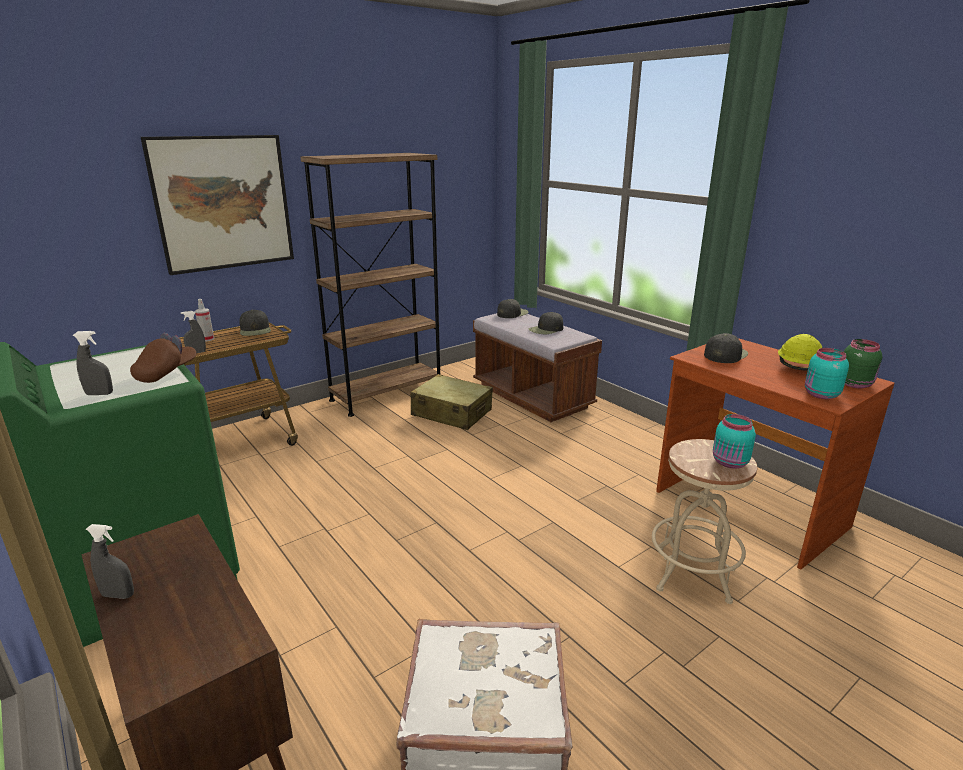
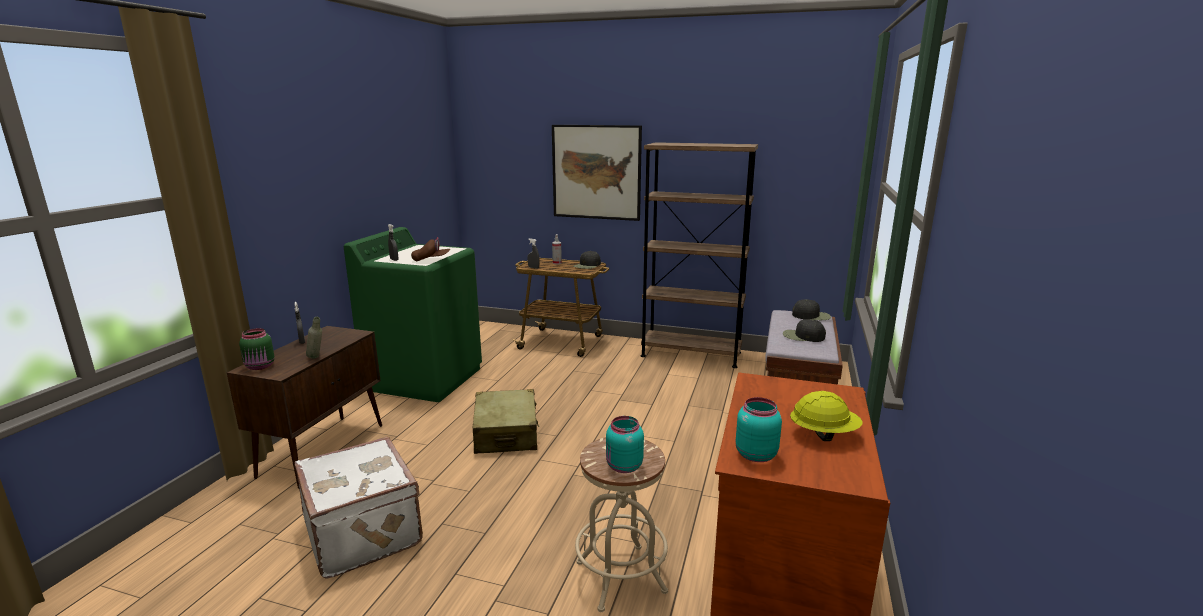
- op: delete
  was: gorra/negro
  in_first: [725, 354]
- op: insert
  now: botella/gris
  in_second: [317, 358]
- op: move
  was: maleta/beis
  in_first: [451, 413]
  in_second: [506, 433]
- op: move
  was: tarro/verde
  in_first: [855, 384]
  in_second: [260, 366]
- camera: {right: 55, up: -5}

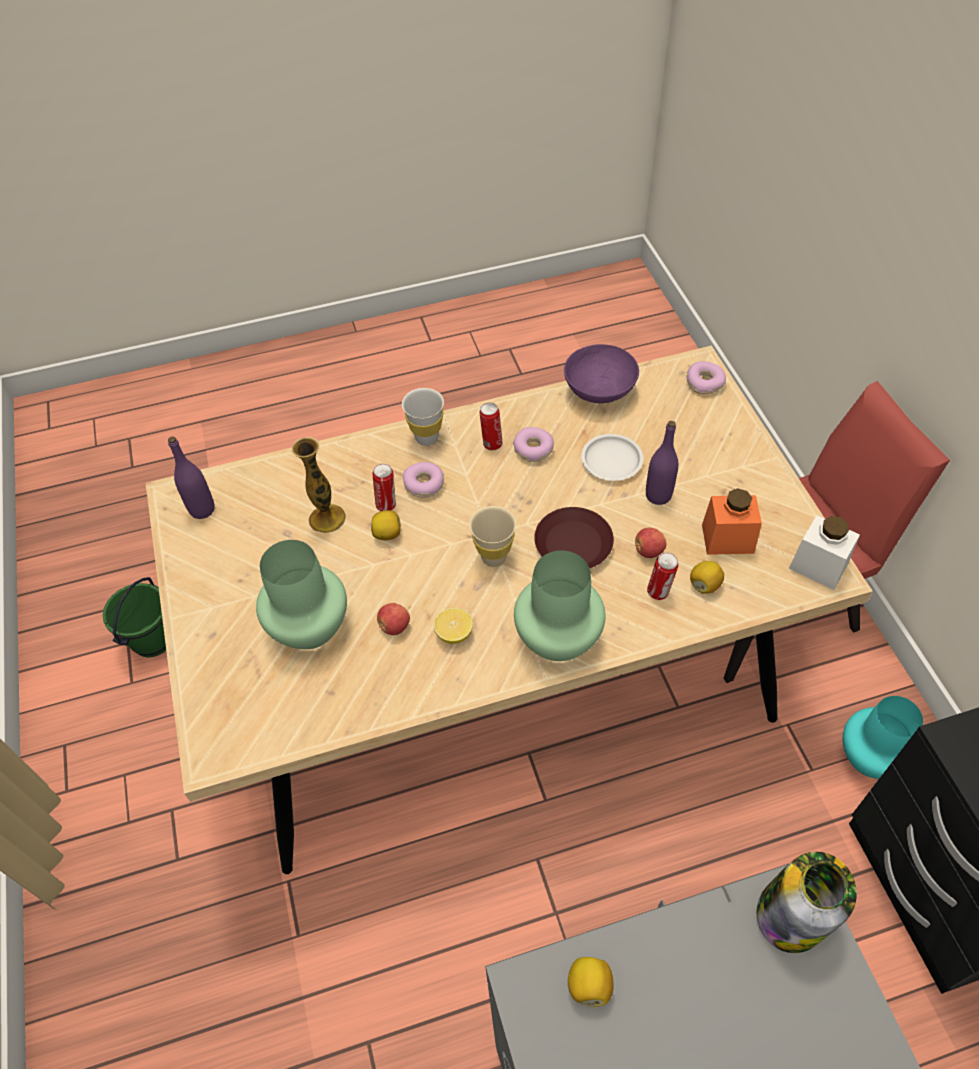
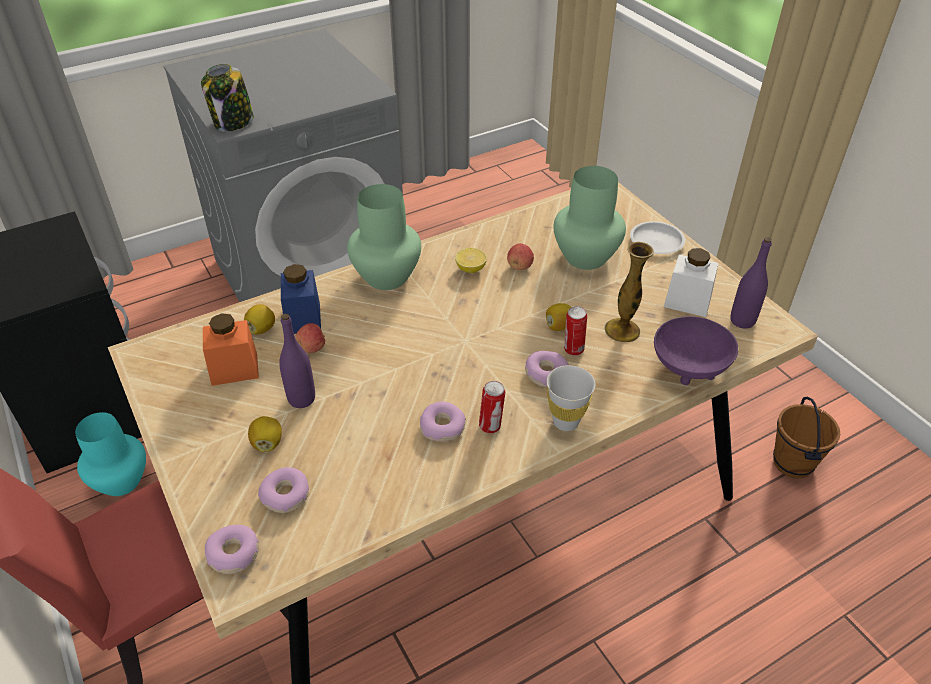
- op: delete
  was: taza/beis
  in_first: [494, 557]
- op: delete
  was: plato/marrón
  in_first: [574, 544]
- op: insert
  now: rosquilla
  in_second: [286, 495]
- op: move
  was: cuenco/morado
  in_first: [598, 393]
  in_second: [689, 367]
- op: move
  was: limón
  in_first: [589, 986]
  in_second: [267, 443]
- op: move
  was: plato/blanco
  in_first: [612, 460]
  in_second: [656, 241]
- op: move
  was: tarro/blanco
  in_first: [818, 566]
  in_second: [687, 301]
- op: replace
  was: lata
  now: tarro/azul
  in_first: [659, 592]
  in_second: [303, 318]
- op: recolor
  was: cubo/verde
  now: cubo/marrón
  in_first: [152, 640]
  in_second: [793, 463]
- camera: {right: 165, up: -10}

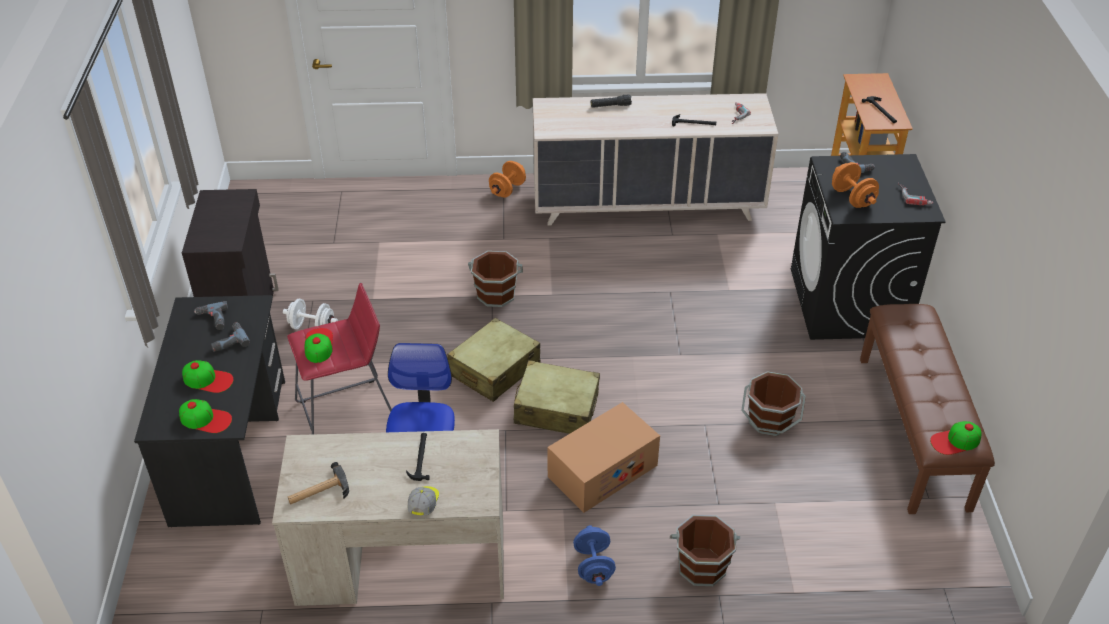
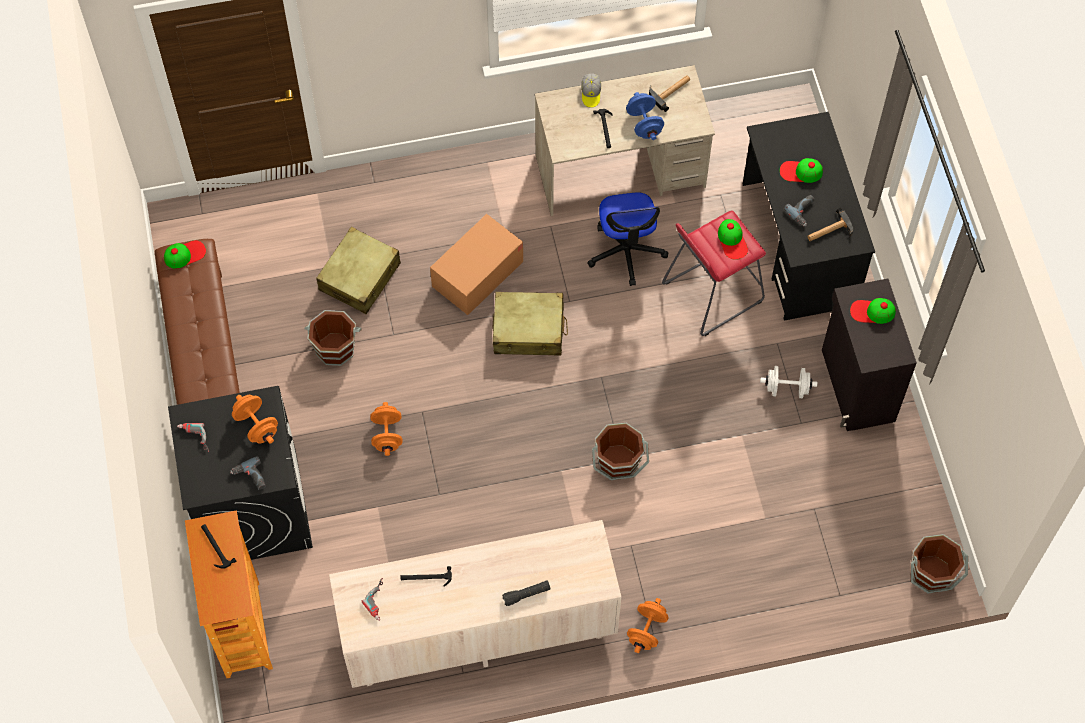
- op: insert
  now: mancuerna/naranja
  in_second: [387, 435]
- op: move
  was: gorra
  in_first: [205, 419]
  in_second: [872, 312]
- op: move
  was: maleta/beis
  in_first: [494, 370]
  in_second: [360, 277]
- op: move
  was: mancuerna/azul
  in_first: [593, 566]
  in_second: [644, 124]
- op: move
  was: cubo/marrón
  in_first: [701, 565]
  in_second: [932, 574]
- op: replace
  was: taladro
  now: martillo
  in_first: [212, 320]
  in_second: [828, 231]
- camera: {right: 170, up: 20}

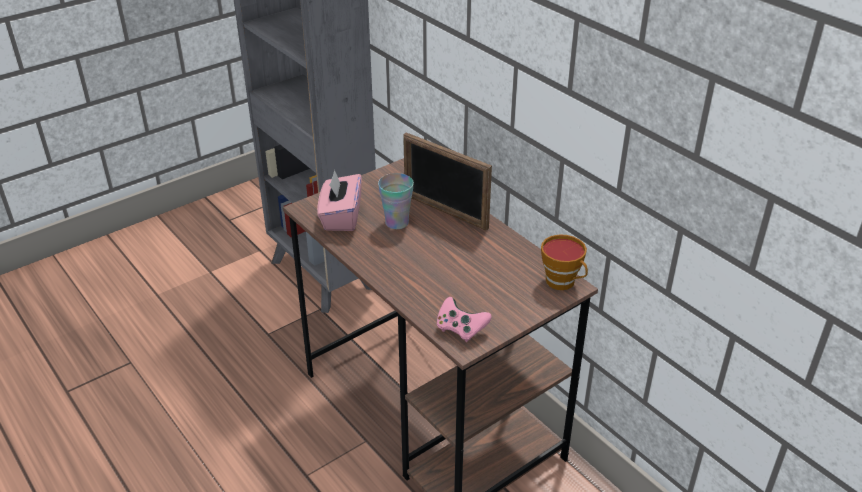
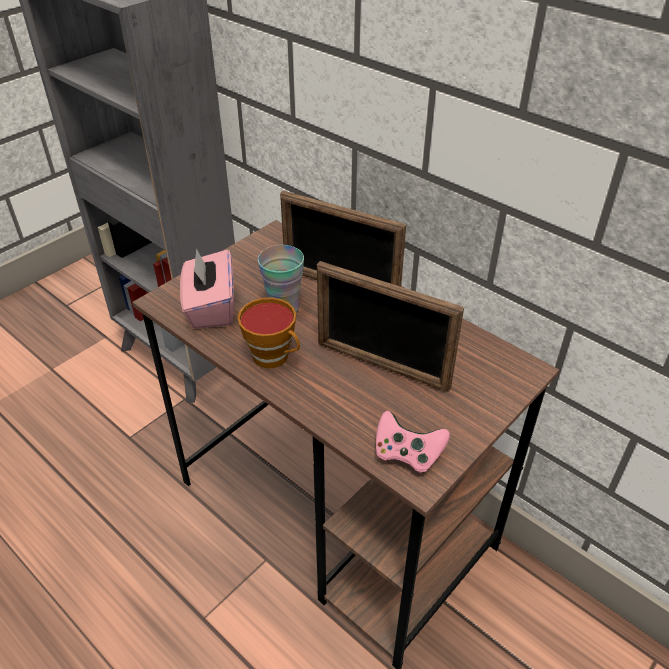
- op: insert
  now: portarretratos
  in_second: [382, 366]
- op: move
  was: taza
  in_first: [563, 282]
  in_second: [274, 357]
- camera: {right: -10, up: 5}

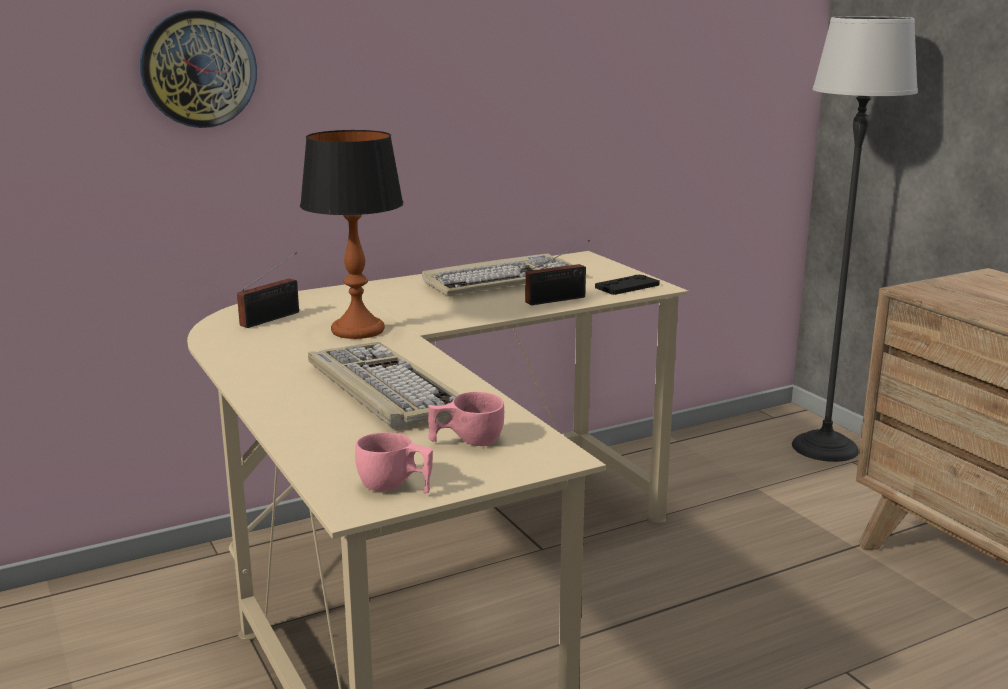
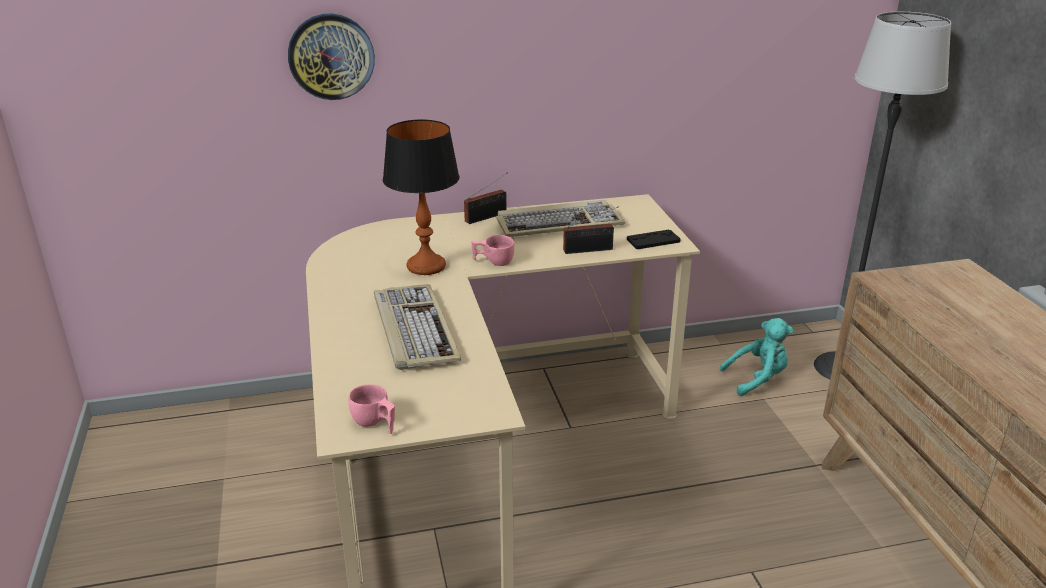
- op: insert
  now: peluche/turquesa
  in_second: [757, 379]
- op: move
  was: radio
  in_first: [273, 318]
  in_second: [488, 217]
- op: move
  was: taza/rosa
  in_first: [466, 441]
  in_second: [493, 262]
- camera: {right: 15, up: 10}

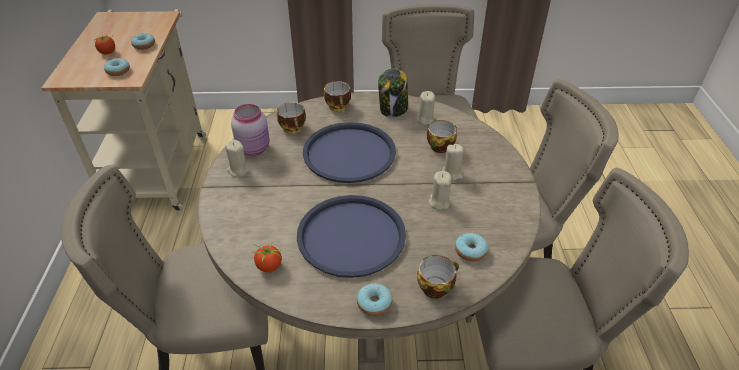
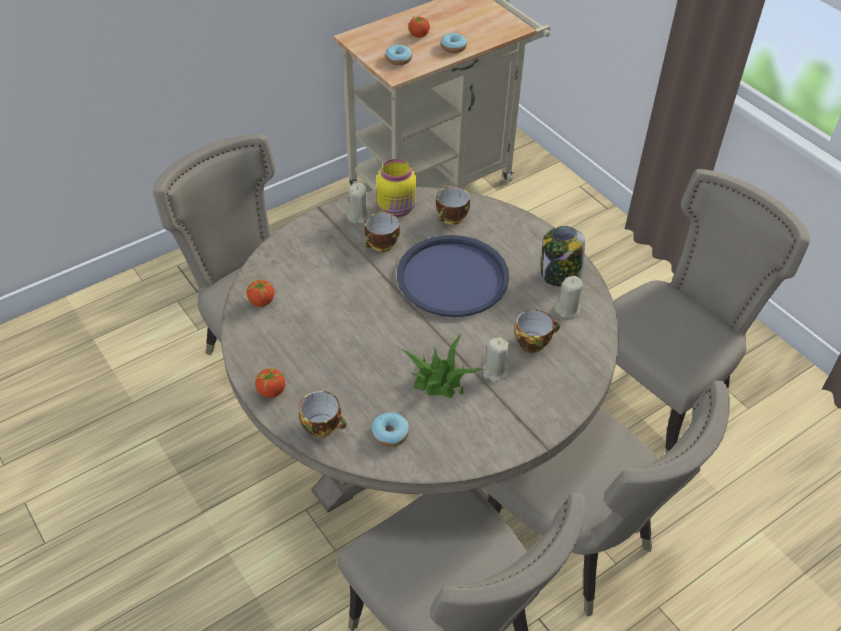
- op: delete
  was: bandeja/azul
  in_first: [351, 236]
- op: move
  was: taza
  in_first: [339, 106]
  in_second: [381, 245]
- op: replace
  was: rosquilla
  now: tomate
  in_first: [374, 303]
  in_second: [272, 391]
- op: replace
  was: vela/beis
  now: planta en maceta
  in_first: [439, 202]
  in_second: [440, 380]
- op: recolor
  was: tarro/rosa
  now: tarro/amarillo
  in_first: [254, 148]
  in_second: [397, 209]
- camera: {right: 55, up: 5}

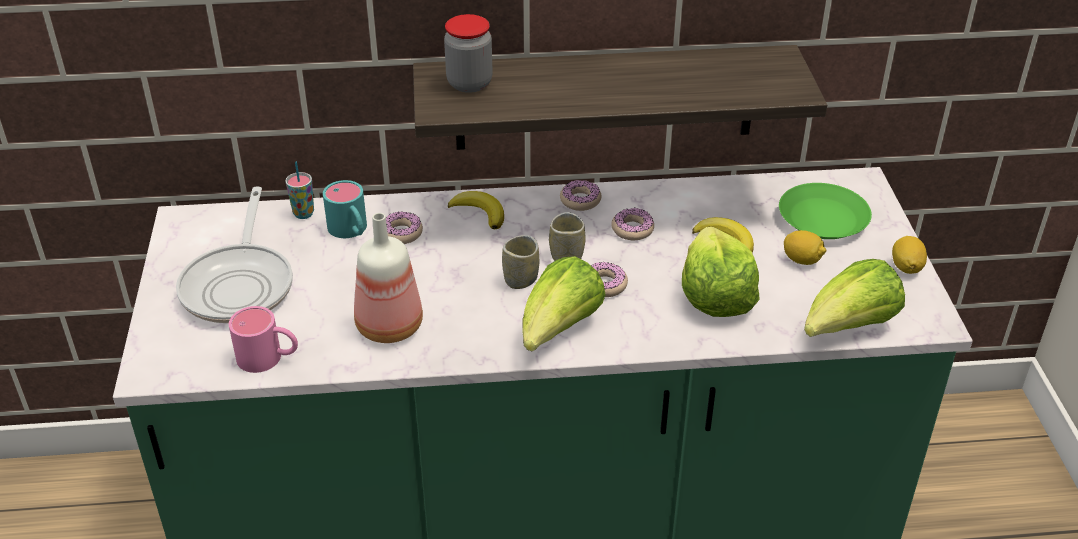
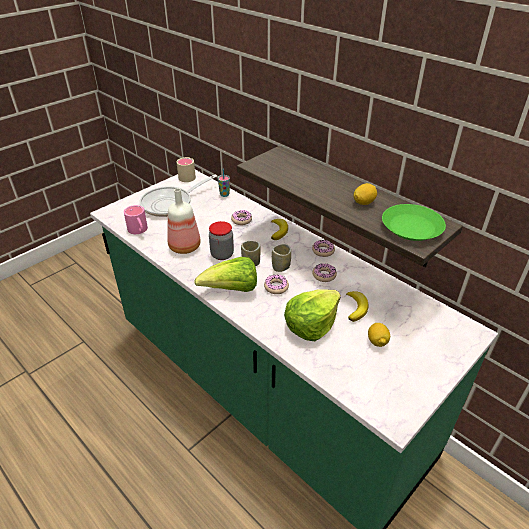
- op: delete
  was: taza grande/turquesa
  in_first: [351, 231]
- op: delete
  was: lechuga
  in_first: [849, 327]
- op: insert
  now: taza grande/beis
  in_second: [188, 175]
- op: move
  was: tarro
  in_first: [469, 83]
  in_second: [222, 254]
- op: move
  was: plato/verde
  in_first: [823, 220]
  in_second: [411, 228]
- op: move
  was: limón
  in_first: [906, 267]
  in_second: [364, 202]
- camera: {right: 50, up: 0}

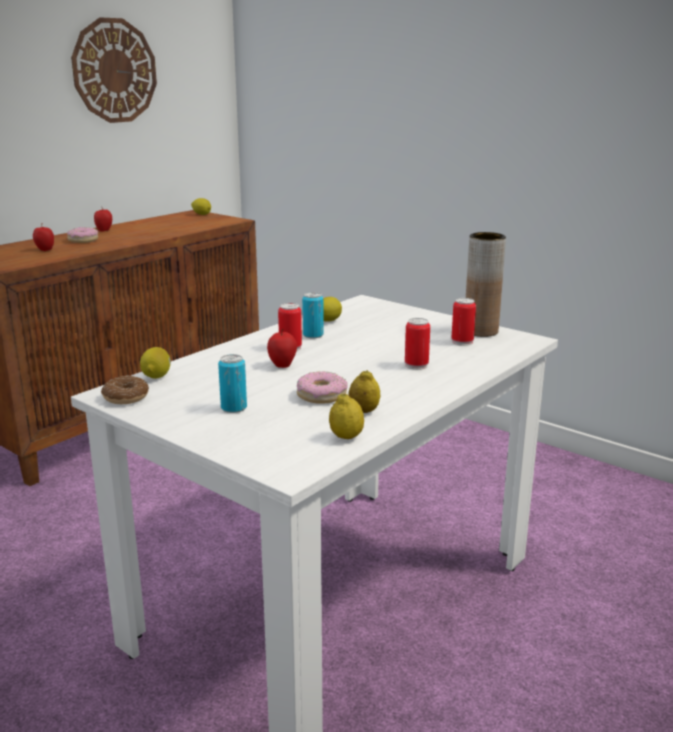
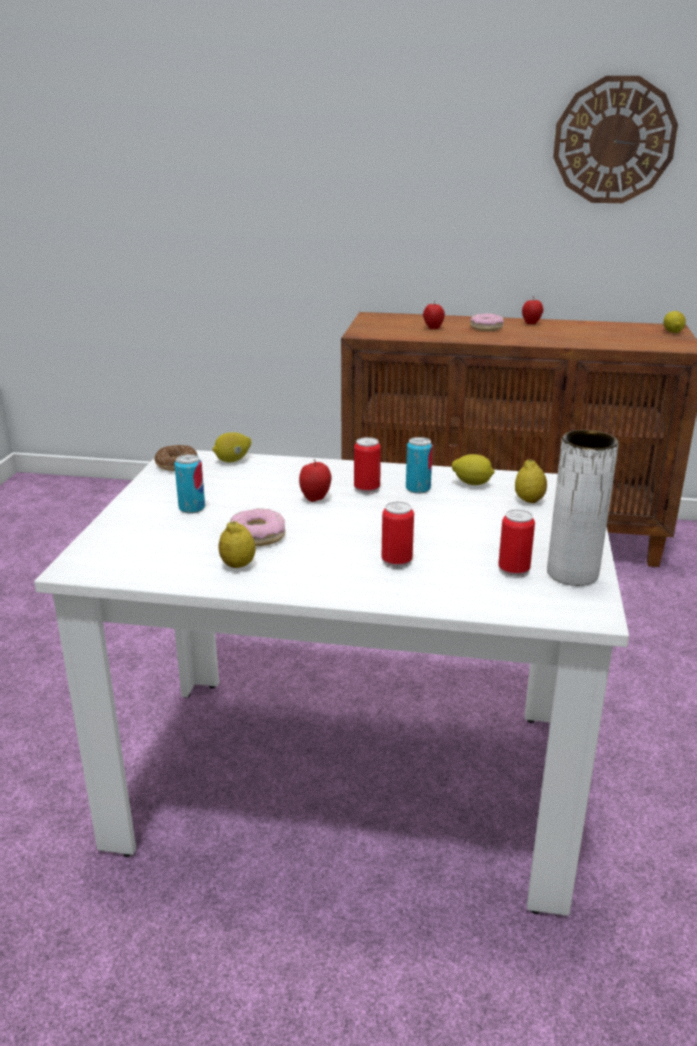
- op: move
  was: limón
  in_first: [346, 437]
  in_second: [529, 500]
- op: recolor
  was: florero/marrón
  now: florero/blanco
  in_first: [480, 331]
  in_second: [572, 573]
- camera: {right: 60, up: 5}

